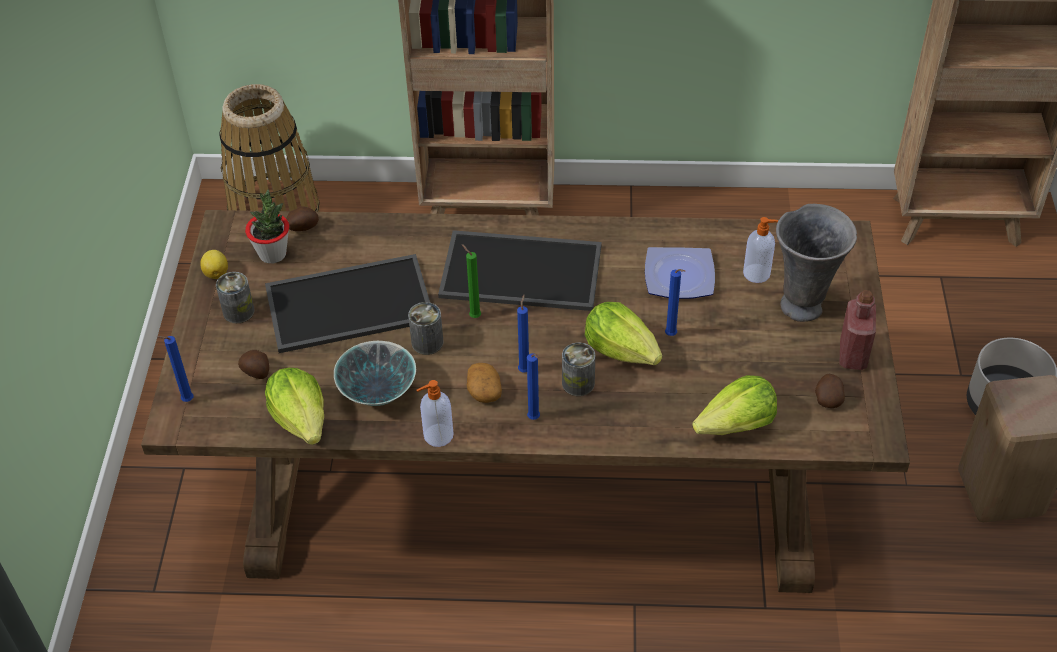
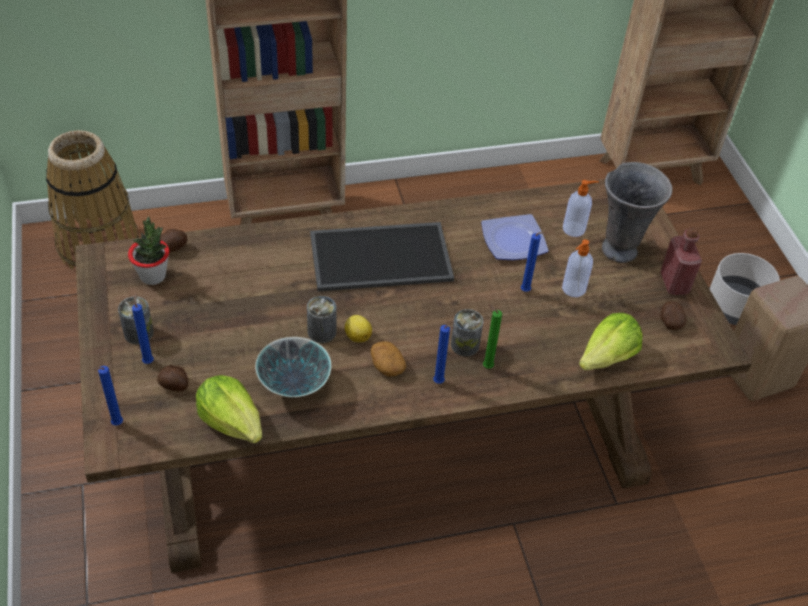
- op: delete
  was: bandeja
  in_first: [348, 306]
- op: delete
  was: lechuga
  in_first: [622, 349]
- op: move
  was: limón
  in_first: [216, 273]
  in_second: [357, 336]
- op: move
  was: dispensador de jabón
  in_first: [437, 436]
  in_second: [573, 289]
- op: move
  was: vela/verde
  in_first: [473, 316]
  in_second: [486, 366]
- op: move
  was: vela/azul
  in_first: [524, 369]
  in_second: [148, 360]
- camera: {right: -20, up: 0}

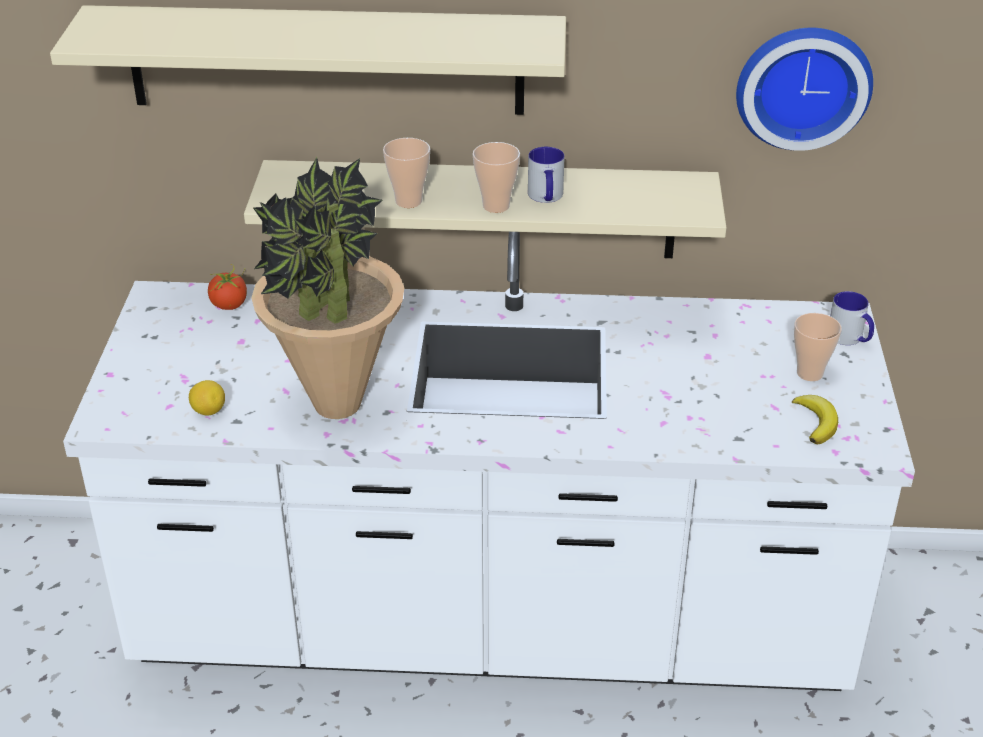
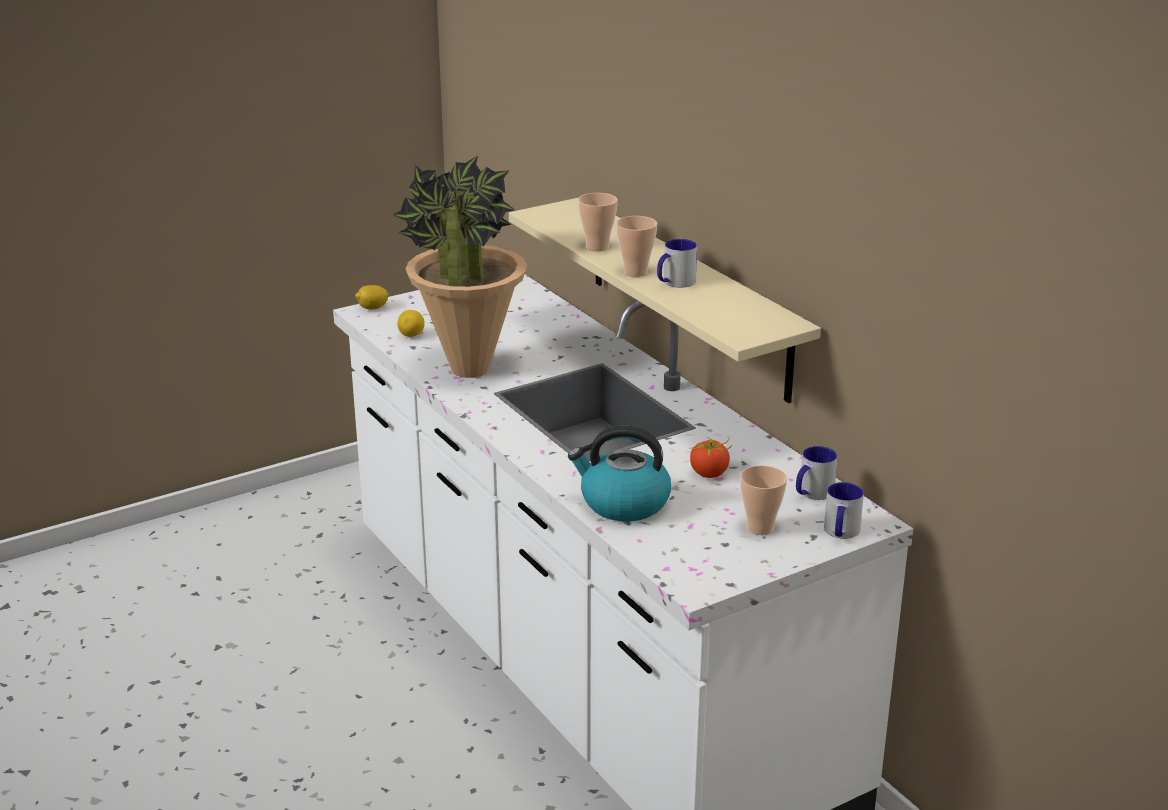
- op: delete
  was: estante/beis
  in_first: [326, 60]
- op: delete
  was: reloj de pared
  in_first: [802, 84]
- op: delete
  was: plátano
  in_first: [816, 422]
- op: insert
  now: limón
  in_second: [372, 308]
- op: insert
  now: hervidor
  in_second: [623, 503]
- op: insert
  now: taza grande
  in_second: [812, 493]
- op: move
  was: tomate
  in_first: [229, 305]
  in_second: [709, 473]
- camera: {right: 55, up: -10}

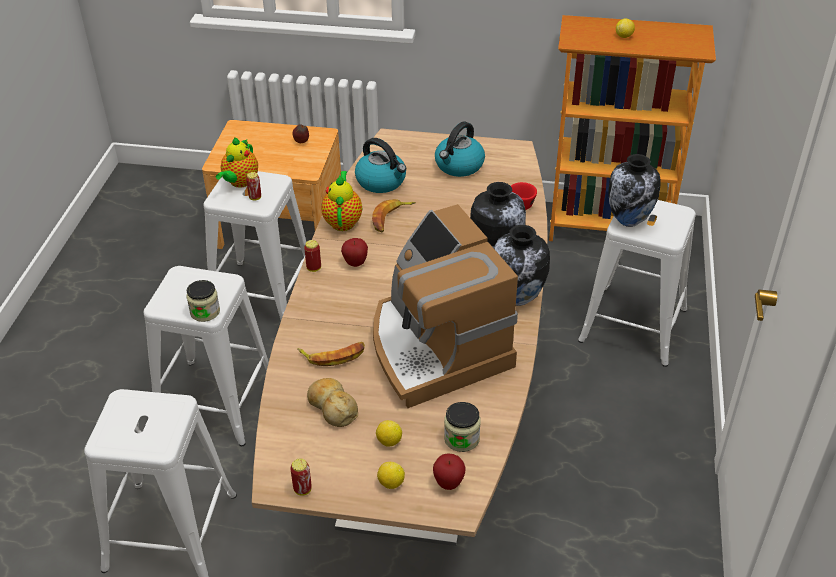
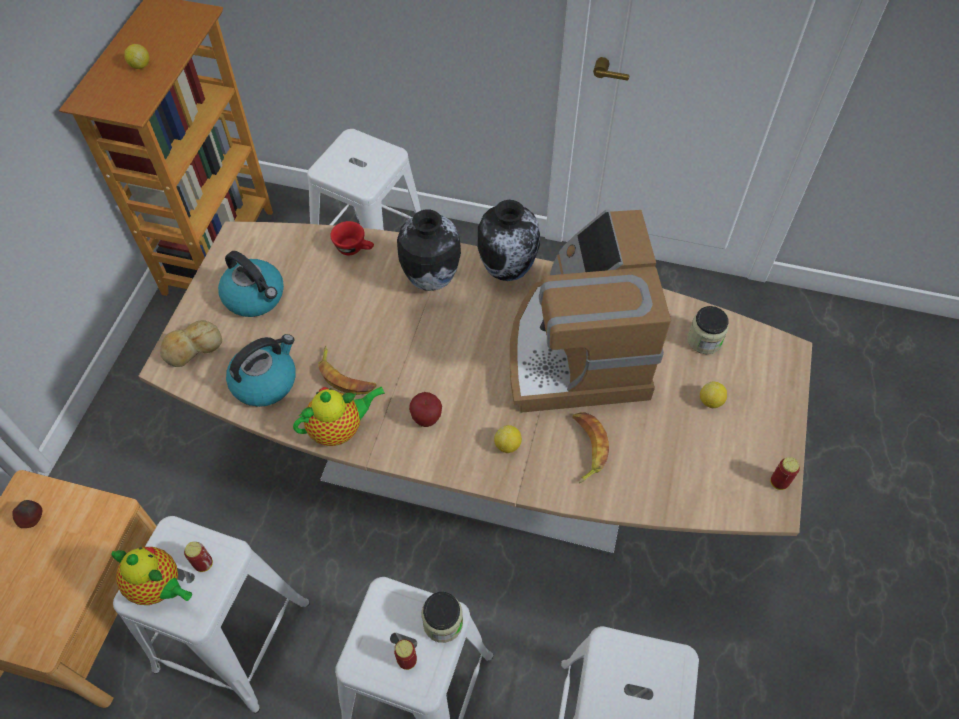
- op: delete
  was: manzana
  in_first: [449, 483]
- op: delete
  was: florero
  in_first: [629, 221]
- op: move
  was: lata
  in_first: [314, 268]
  in_second: [407, 660]
- op: move
  was: pan
  in_first: [332, 407]
  in_second: [192, 348]
- op: move
  was: limón
  in_first: [391, 483]
  in_second: [507, 445]
- op: rotate
  was: tetera
  in_first: [343, 221]
  in_second: [339, 429]
  clockwise: 150
- op: rotate
  was: cafetera
  in_first: [435, 347]
  in_second: [577, 350]
  clockwise: 105
- camera: {right: -85, up: 15}

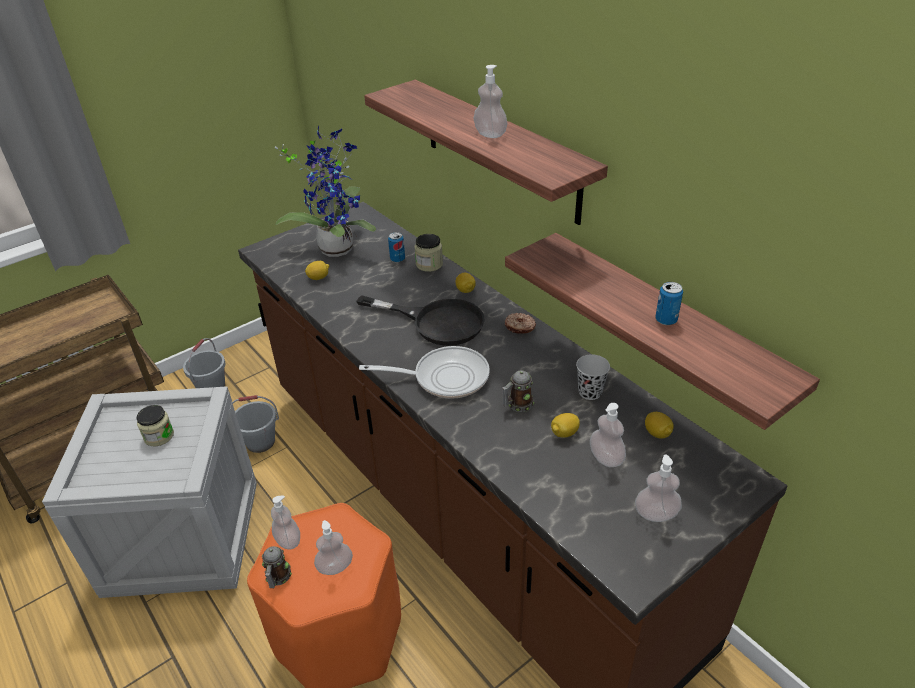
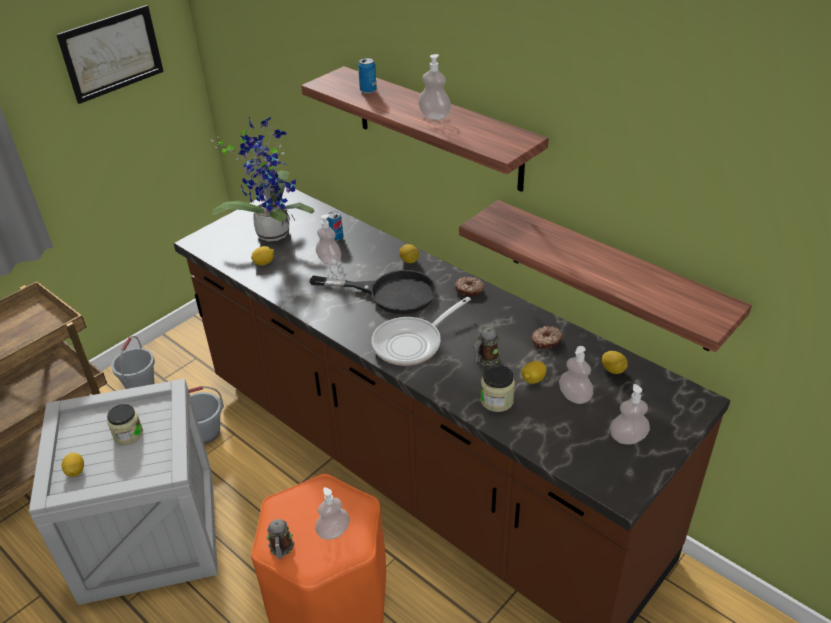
- op: insert
  now: cuadro
  in_second: [112, 53]
- op: insert
  now: limón
  in_second: [75, 471]
- op: move
  was: dispensador de jabón
  in_first: [288, 540]
  in_second: [329, 261]
- op: move
  was: tarro
  in_first: [429, 264]
  in_second: [497, 400]
- op: move
  was: lata
  in_first: [666, 320]
  in_second: [368, 90]
- op: replace
  was: taza/negro
  now: rosquilla
  in_first: [590, 392]
  in_second: [546, 341]
- op: rotate
  was: sartén
  in_first: [444, 377]
  in_second: [412, 343]
  clockwise: 150
- camera: {right: -10, up: 0}

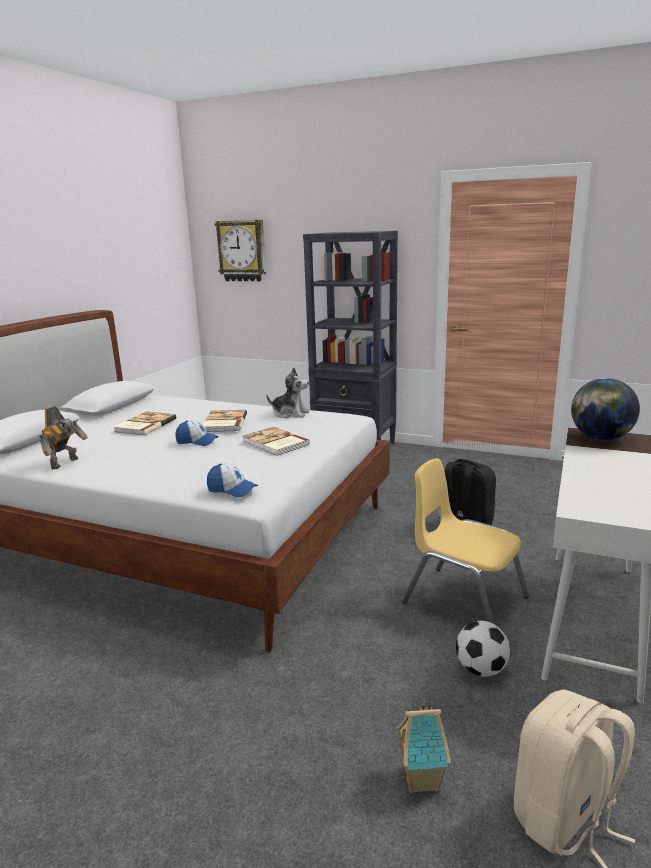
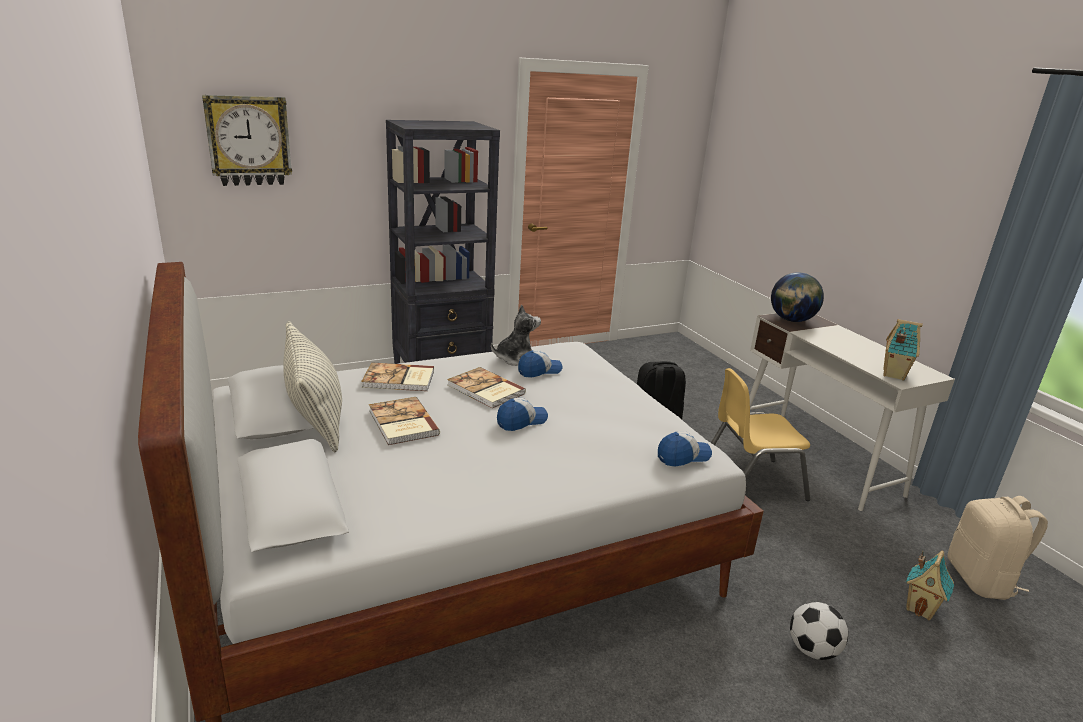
- op: delete
  was: robot de juguete
  in_first: [66, 463]
- op: insert
  now: cojín
  in_second: [315, 416]
- op: insert
  now: gorra
  in_second: [539, 371]
- op: insert
  now: casita
  in_second: [892, 374]
- op: move
  was: libro
  in_first: [275, 443]
  in_second: [399, 380]
- op: move
  was: balón de fútbol
  in_first: [481, 669]
  in_second: [812, 650]
- camera: {right: -50, up: 5}

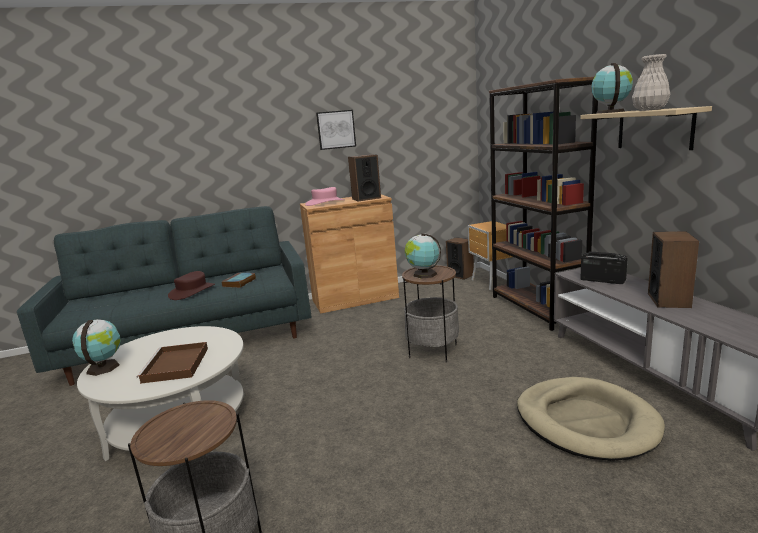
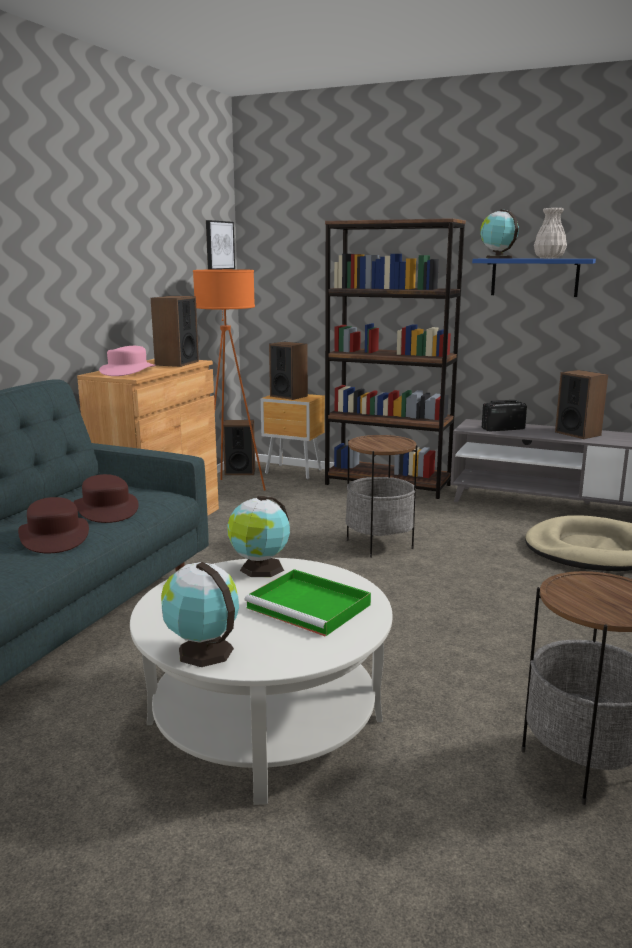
- op: insert
  now: lámpara de pie/naranja
  in_second: [231, 489]
- op: insert
  now: altavoz
  in_second: [288, 396]
- op: move
  was: cuadro
  in_first: [336, 129]
  in_second: [219, 245]
- op: move
  was: globo terráqueo
  in_first: [423, 274]
  in_second: [260, 569]
- op: replace
  was: libro
  now: sombrero/marrón
  in_first: [239, 283]
  in_second: [106, 509]
- op: recolor
  was: bandeja/marrón
  now: bandeja/verde
  in_first: [176, 365]
  in_second: [311, 606]
- op: recolor
  was: estante/beis
  now: estante/azul
  in_first: [654, 129]
  in_second: [534, 277]
- camera: {right: -50, up: 0}

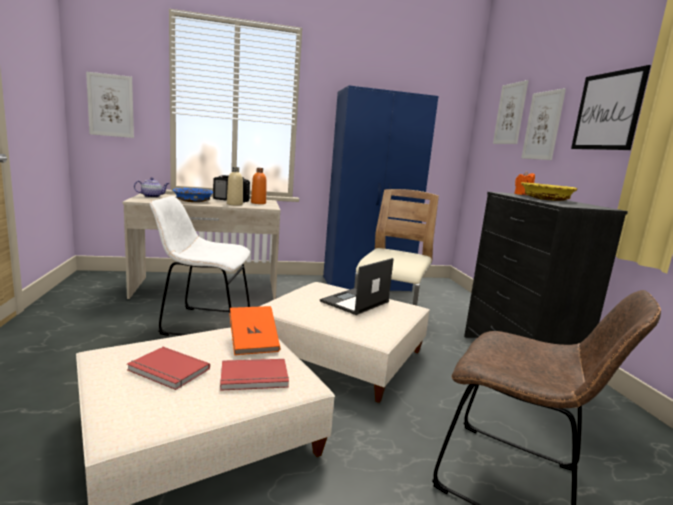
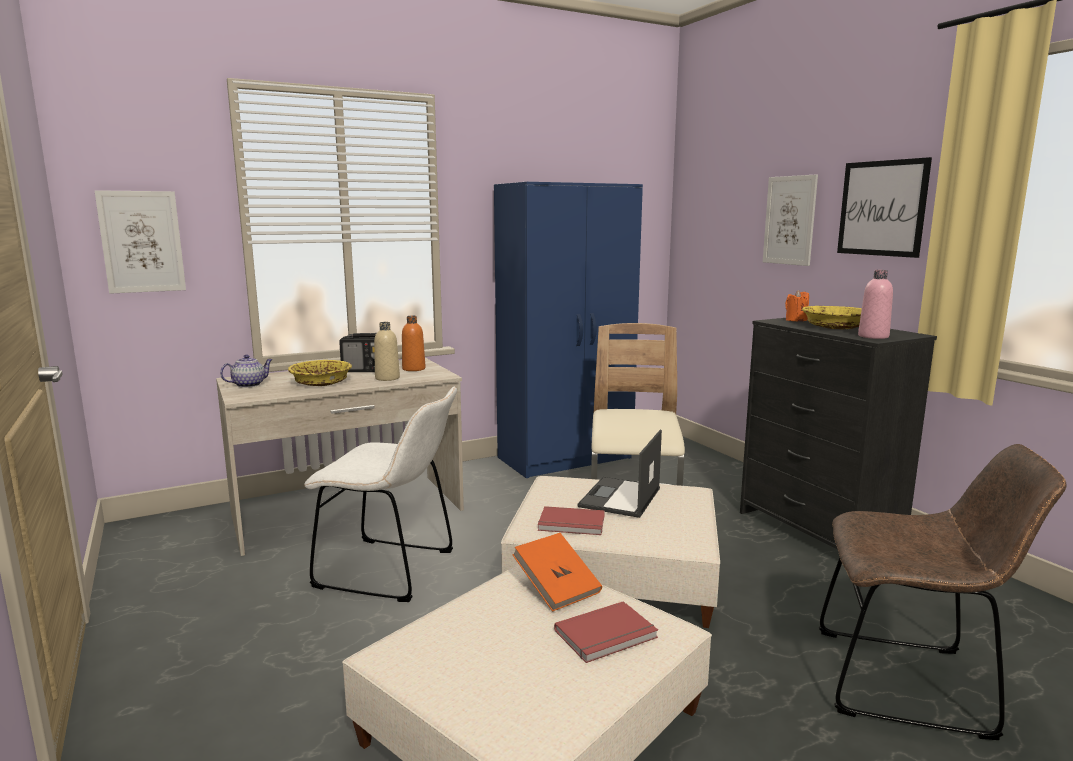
- op: delete
  was: cuadro
  in_first: [510, 114]
- op: insert
  now: botella/rosa
  in_second: [873, 336]
- op: move
  was: libro/rojo
  in_first: [167, 371]
  in_second: [571, 524]
- op: recolor
  was: cuenco/azul
  now: cuenco/amarillo
  in_first: [193, 201]
  in_second: [321, 382]
- op: rotate
  was: silla/blanco
  in_first: [202, 323]
  in_second: [392, 570]
  clockwise: -150
- camera: {right: -15, up: 0}

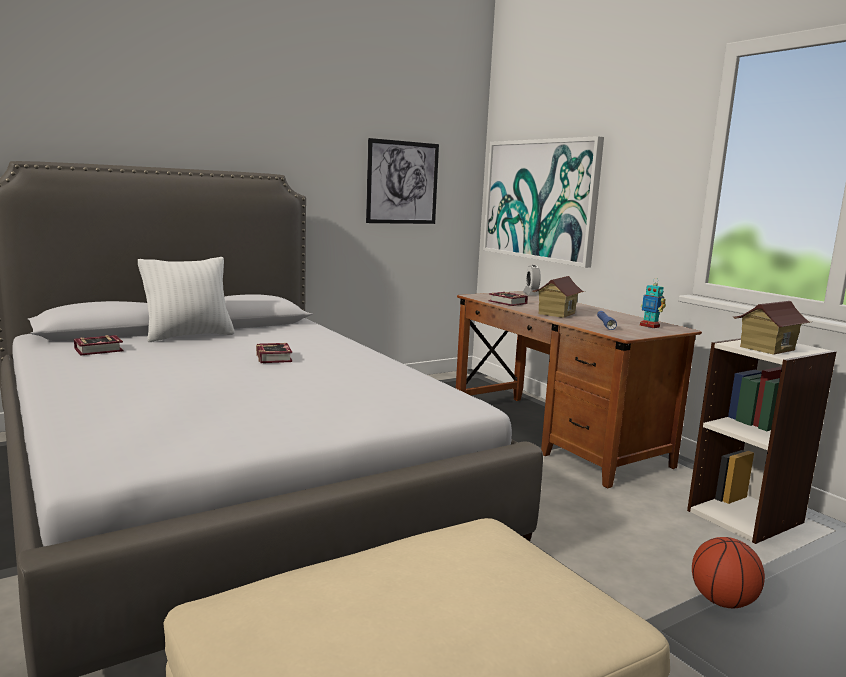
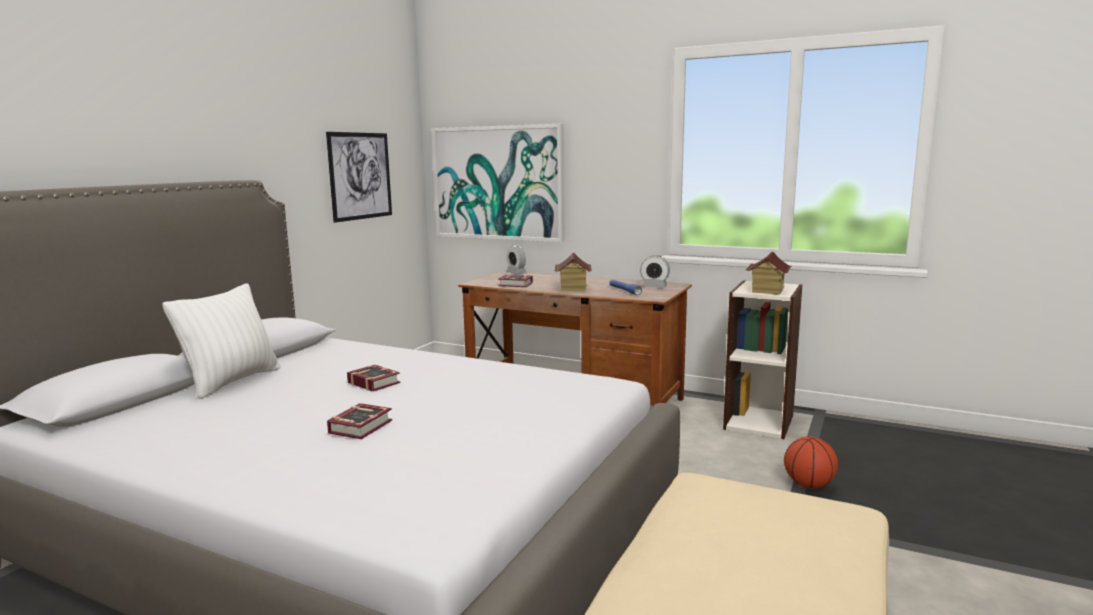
- op: move
  was: libro
  in_first: [101, 350]
  in_second: [363, 426]
- op: replace
  was: robot de juguete
  now: despertador
  in_first: [649, 326]
  in_second: [654, 286]
- camera: {right: -30, up: 0}

